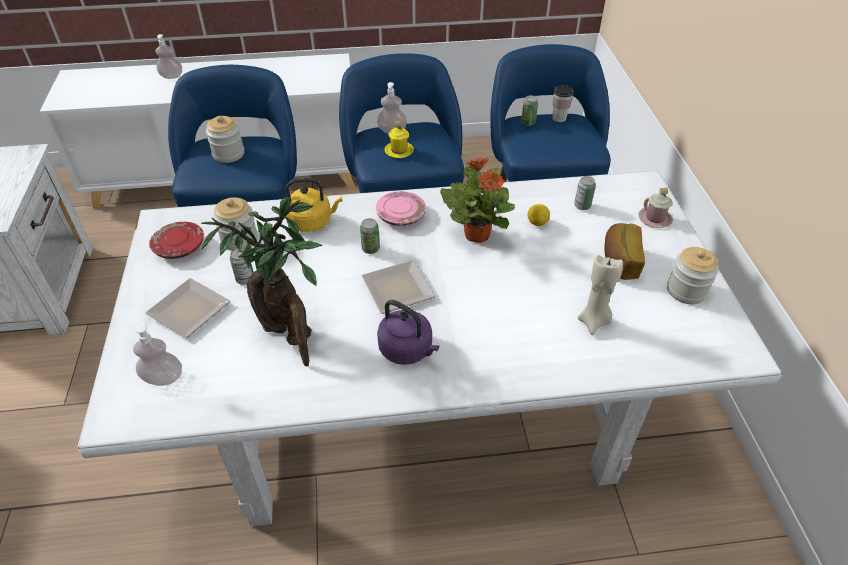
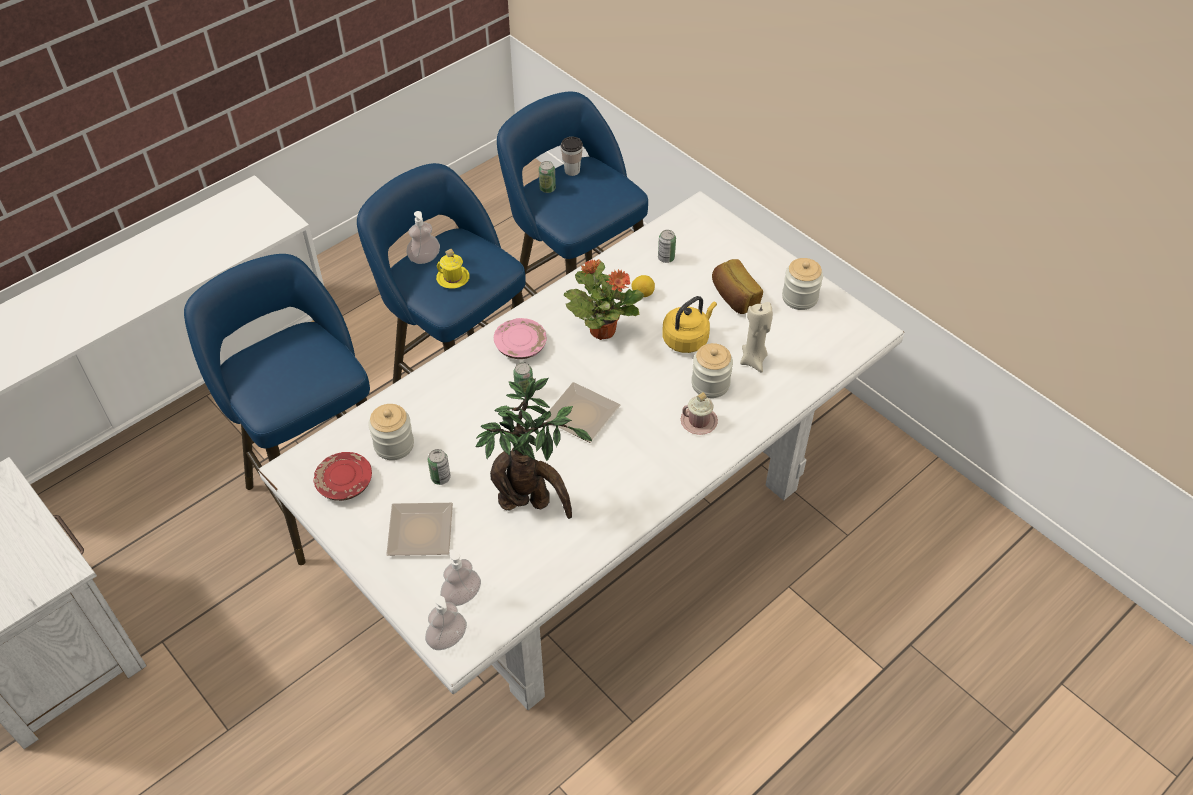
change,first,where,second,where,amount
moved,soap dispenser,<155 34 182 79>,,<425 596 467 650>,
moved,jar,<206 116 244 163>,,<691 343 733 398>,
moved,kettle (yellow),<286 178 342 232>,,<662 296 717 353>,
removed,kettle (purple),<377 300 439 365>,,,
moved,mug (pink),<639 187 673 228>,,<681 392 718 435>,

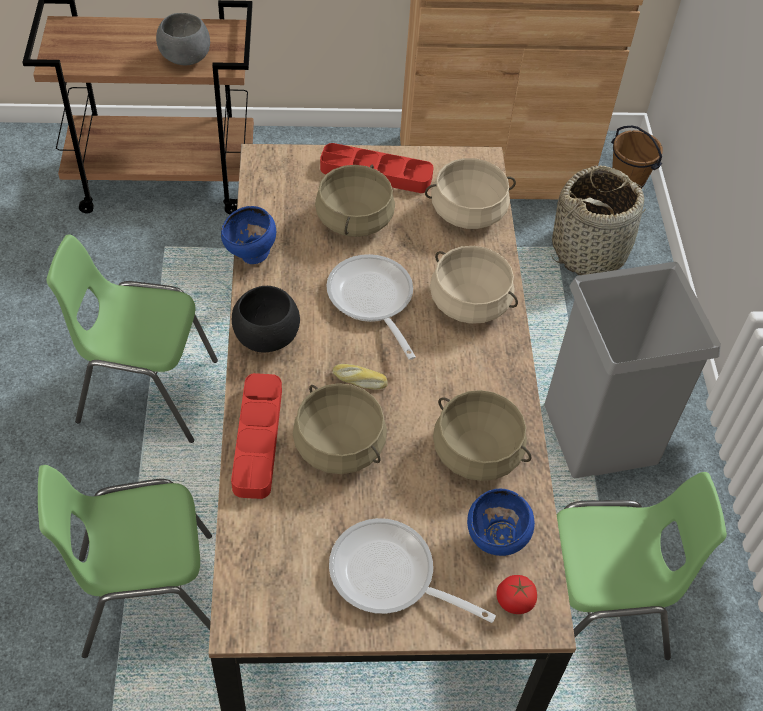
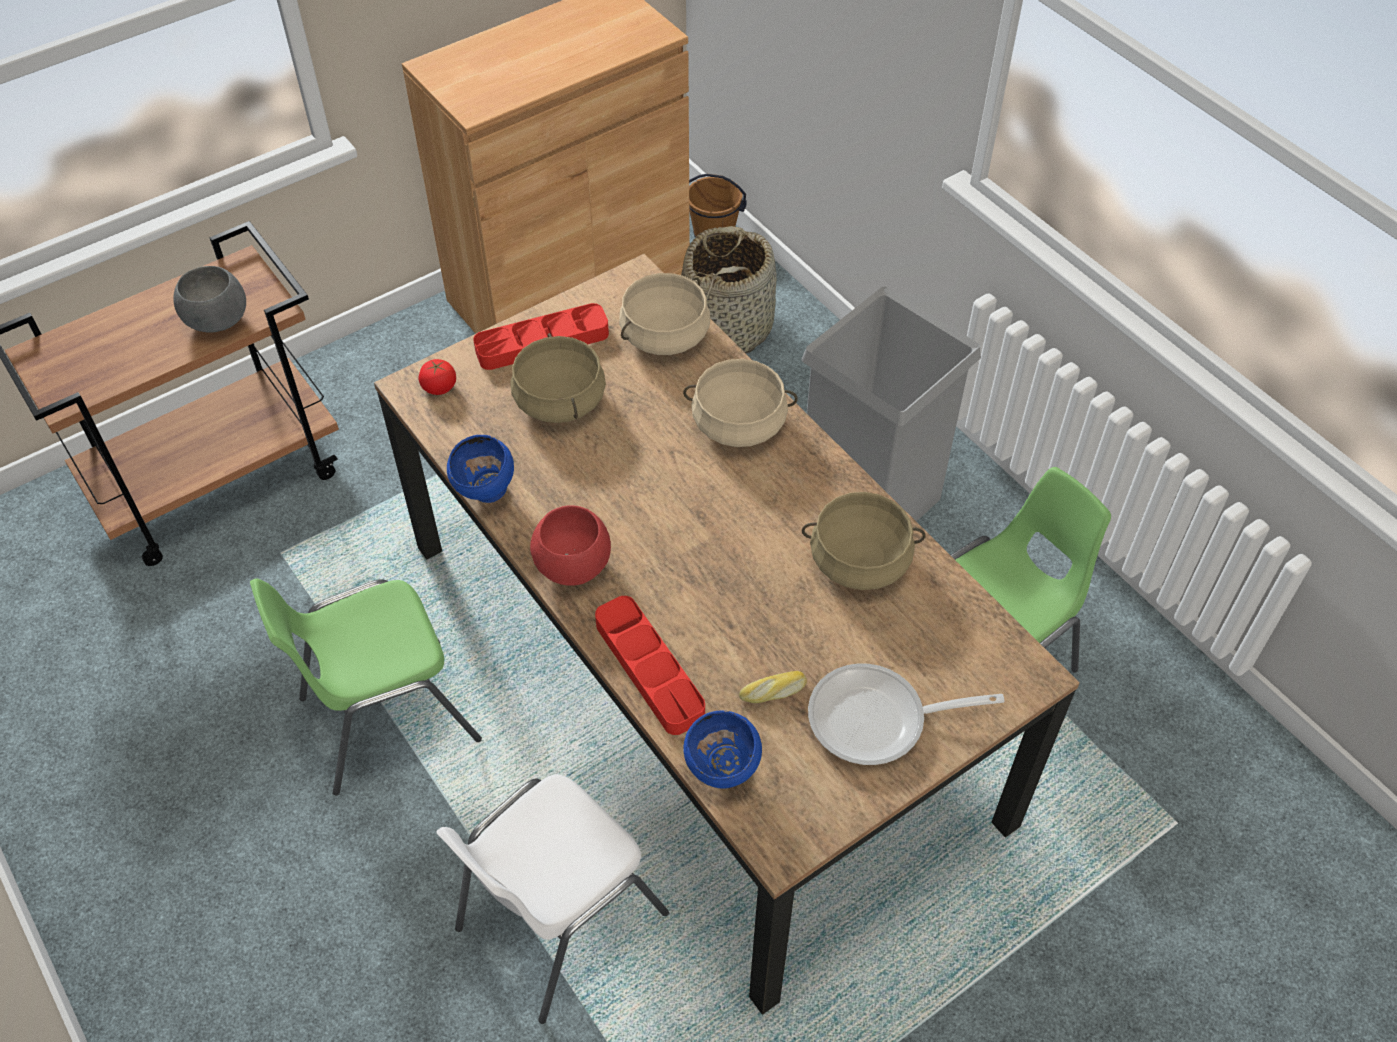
change,first,where,second,where,amount
recoloured,chair (green),<38 465 212 658>,chair (white),<436 774 669 1024>,
recoloured,bowl (black),<232 286 300 352>,bowl (red),<530 505 611 586>,
removed,cooking pot (beige),<293 383 387 474>,,,
removed,frying pan,<326 254 416 360>,,,
moved,bread,<333 364 388 390>,,<739 671 807 703>,
moved,bowl (blue),<467 489 535 556>,,<683 710 762 788>,
moved,tomato,<496 575 537 614>,,<419 359 456 395>,

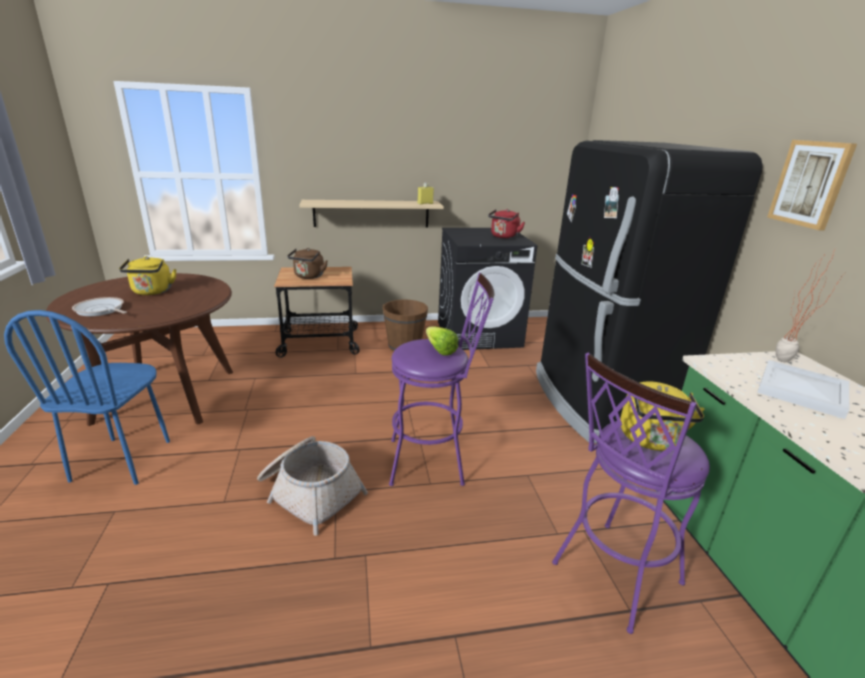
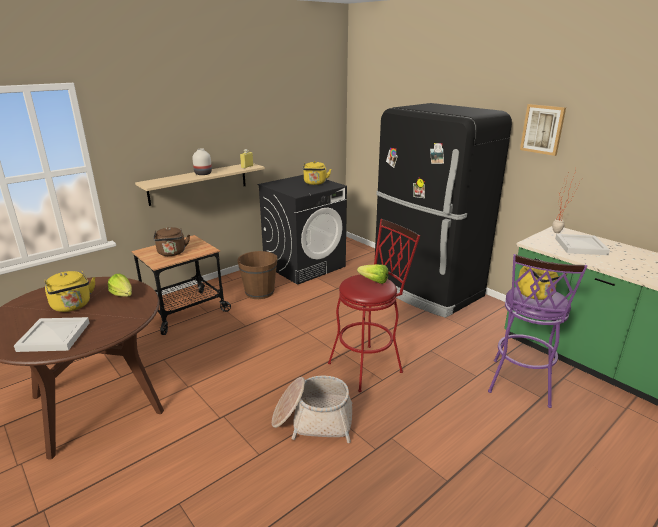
change,first,where,second,where,amount
removed,chair (blue),<4 310 170 485>,,,
replaced,frying pan,<72 297 127 316>,tray (white),<14 317 89 352>,
recoloured,stool (purple),<389 273 494 486>,stool (red),<328 219 420 392>,
recoloured,kettle (red),<488 209 525 239>,kettle (yellow),<303 161 331 185>,
added,,,lettuce,<108 274 132 297>,
added,,,vase (white),<192 148 212 175>,

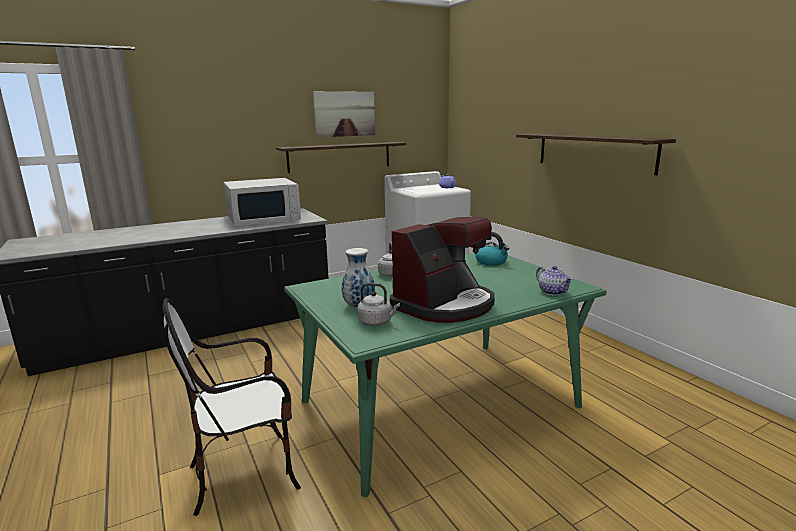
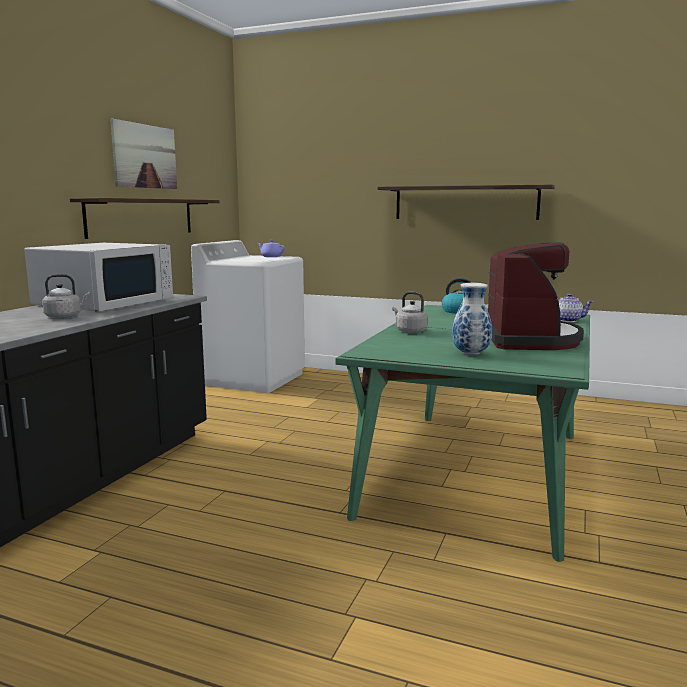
change,first,where,second,where,amount
removed,chair,<163 298 301 516>,,,
moved,kettle (grey),<357 283 400 326>,,<42 274 91 318>,

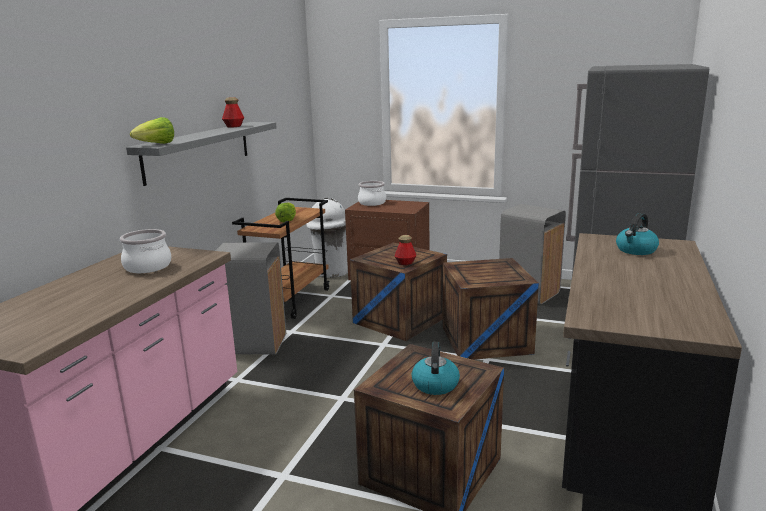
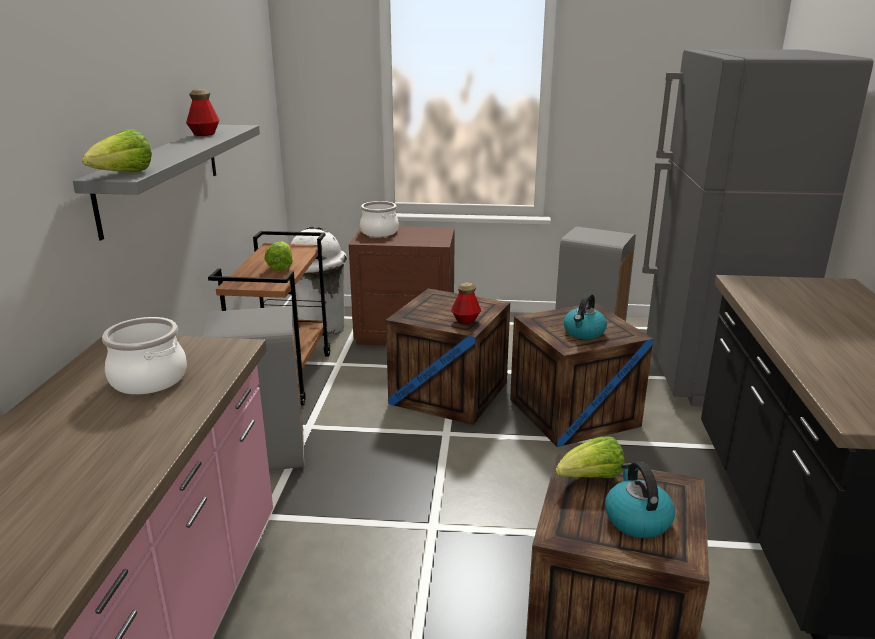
change,first,where,second,where,amount
moved,kettle,<616 213 659 255>,,<564 293 607 339>,
added,,,lettuce,<555 436 625 478>,

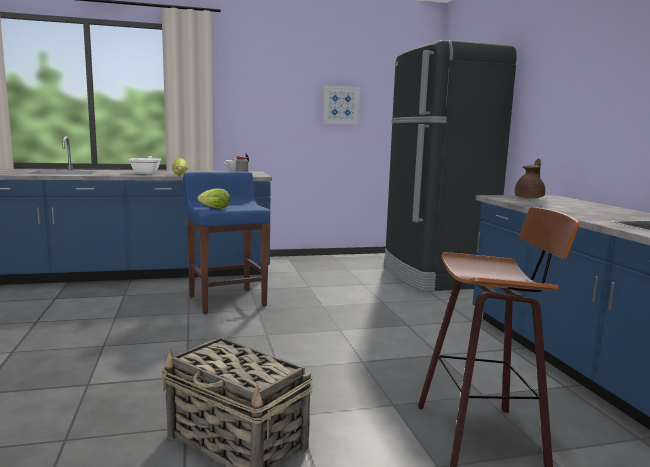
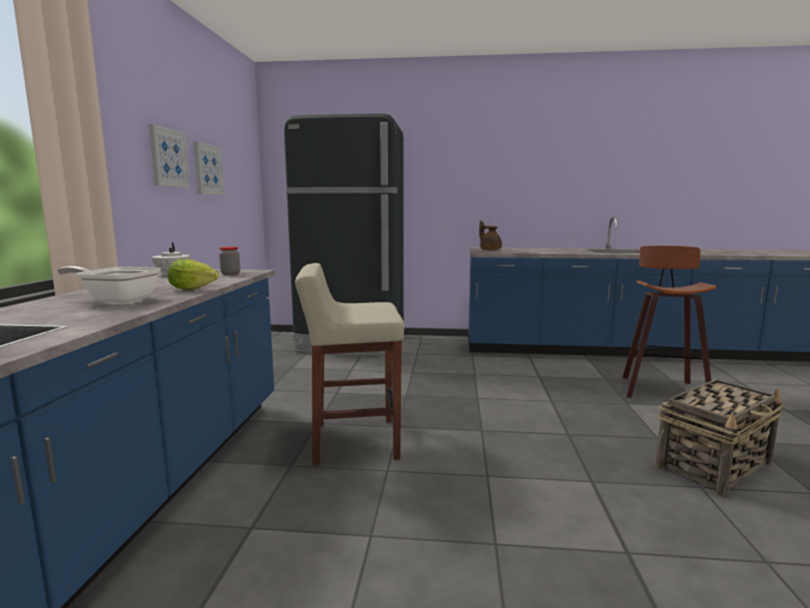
change,first,where,second,where,amount
recoloured,stool (blue),<183 172 270 314>,stool (beige),<295 263 404 465>,
removed,lettuce,<198 188 230 209>,,,
added,,,picture,<149 124 190 188>,

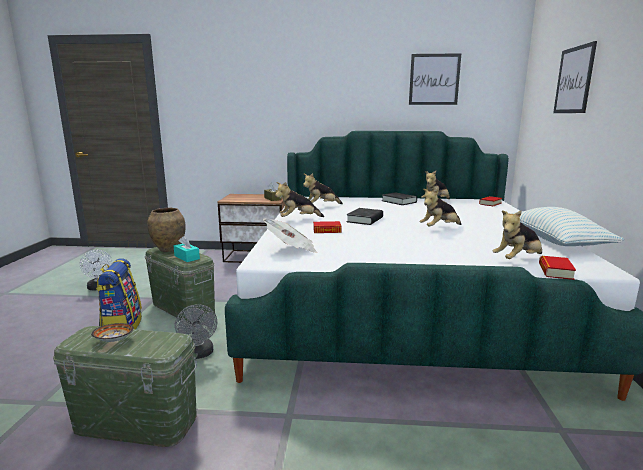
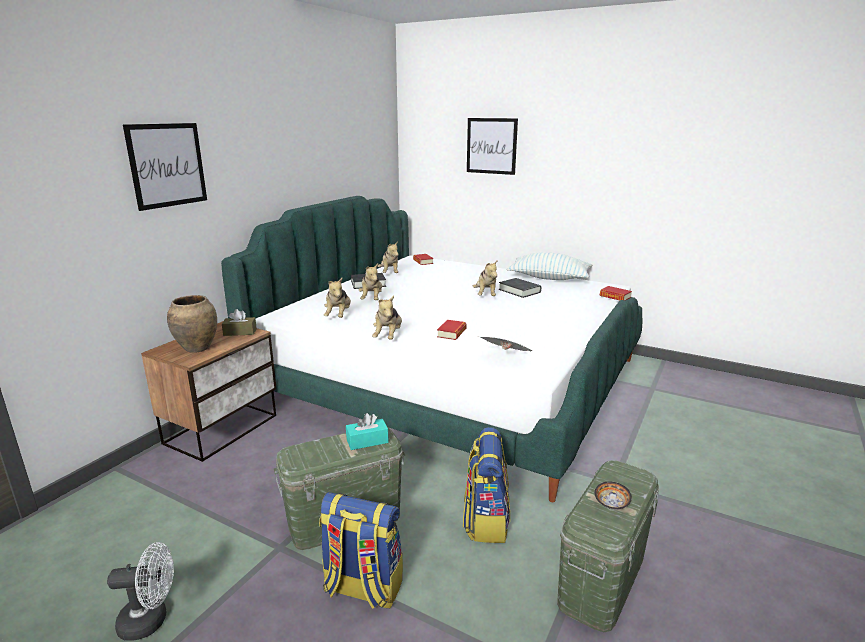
change,first,where,second,where,amount
moved,vase (brown),<147 208 186 252>,,<167 295 217 353>,
replaced,fan (grey),<175 304 217 359>,backpack,<463 427 510 543>,
moved,book (black),<347 208 383 225>,,<499 278 541 298>,
moved,picture,<409 53 462 105>,,<123 123 207 211>,
moved,plush toy,<493 210 542 259>,,<359 264 382 300>,

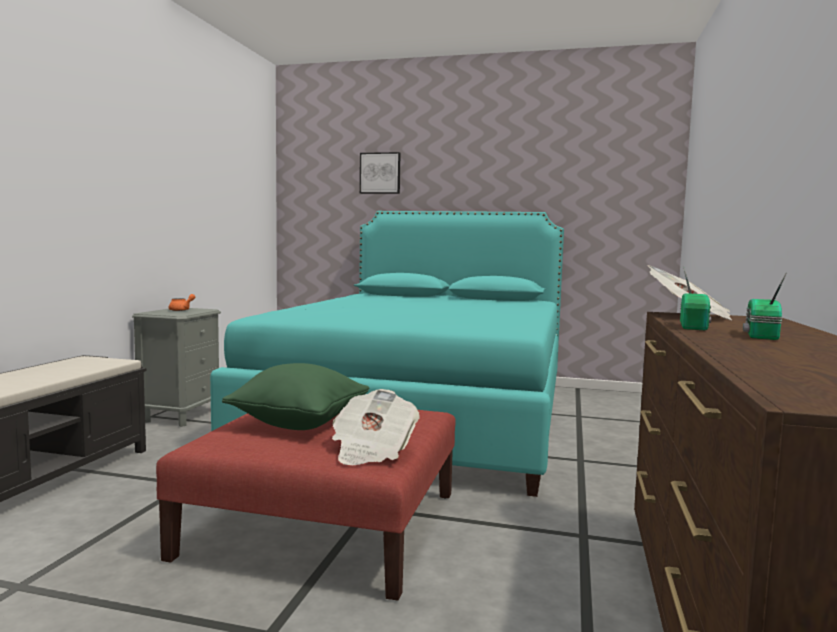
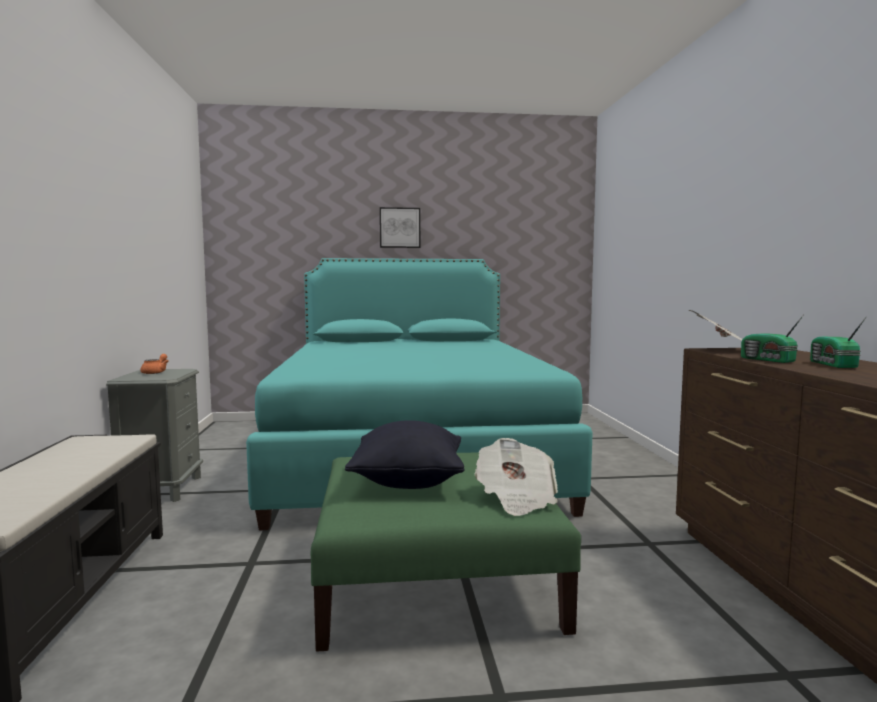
change,first,where,second,where,amount
recoloured,ottoman (red),<156 410 455 601>,ottoman (green),<311 453 581 651>,
recoloured,pillow (green),<222 363 369 430>,pillow (black),<345 420 465 489>,
moved,picture,<360 152 401 194>,,<380 207 420 248>,
turned,radio,<680 269 711 330>,,<741 316 803 363>,150 degrees clockwise

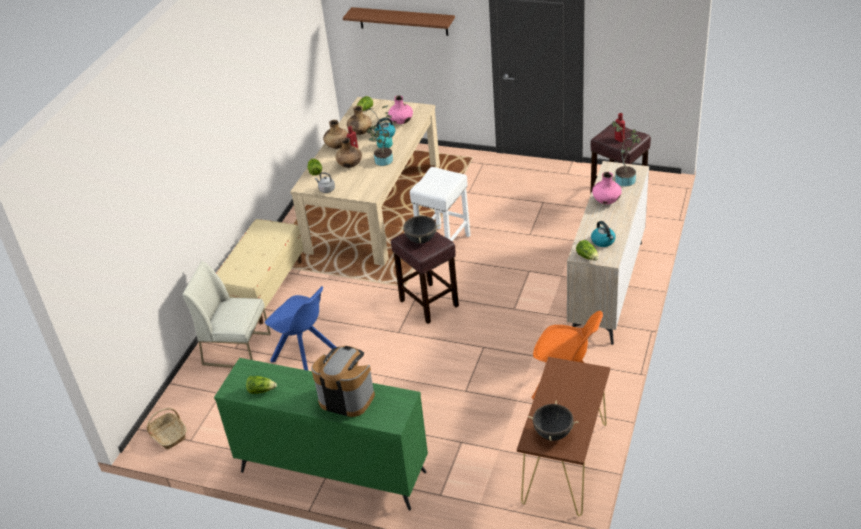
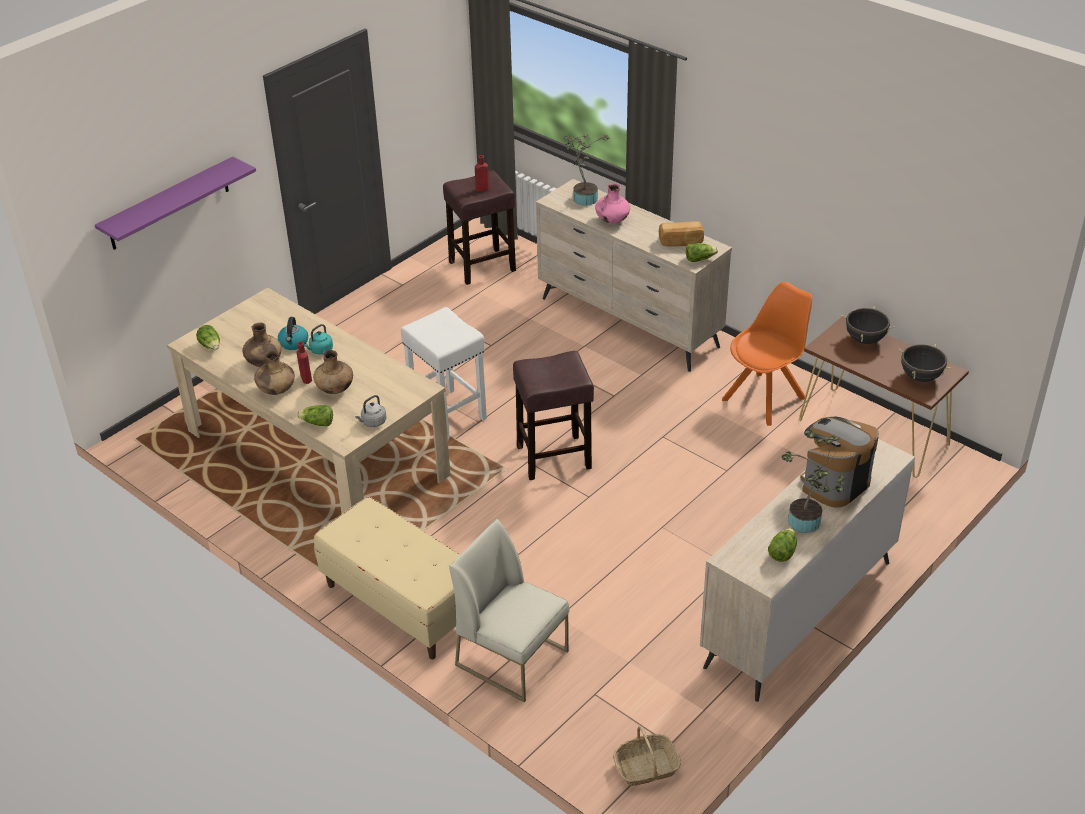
change,first,where,second,where,amount
turned,chair (white),<182 261 271 368>,,<449 519 569 702>,90 degrees clockwise
recoloured,dresser (green),<214 358 428 510>,dresser (beige),<700 439 915 702>,
removed,chair (blue),<265 286 336 371>,,,
recoloured,shelf (brown),<343 7 455 36>,shelf (purple),<95 157 256 250>,
moved,potted plant,<366 105 393 166>,,<782 429 845 533>,
removed,vase (pink),<388 95 413 124>,,,
moved,cooking pot (black),<399 214 440 244>,,<841 307 895 344>,
replaced,kettle,<591 221 616 247>,bread,<659 221 704 247>,

